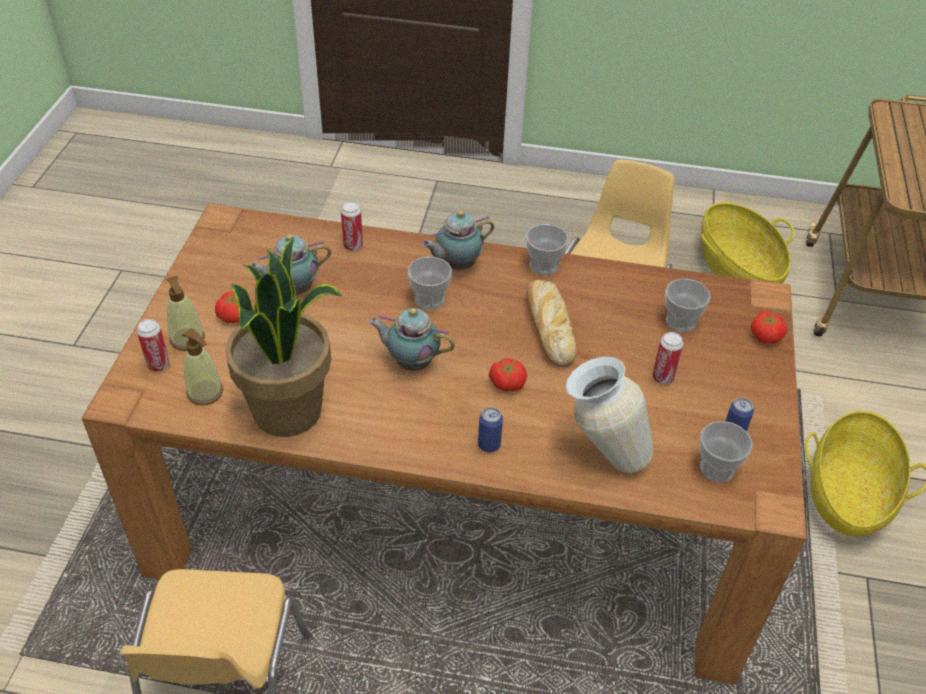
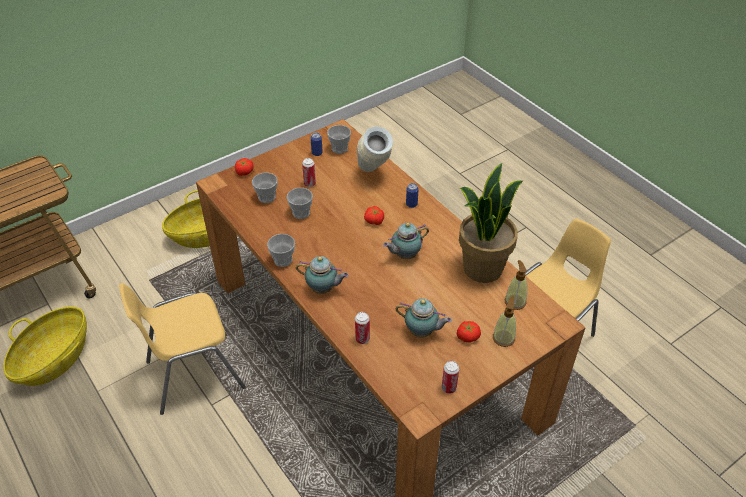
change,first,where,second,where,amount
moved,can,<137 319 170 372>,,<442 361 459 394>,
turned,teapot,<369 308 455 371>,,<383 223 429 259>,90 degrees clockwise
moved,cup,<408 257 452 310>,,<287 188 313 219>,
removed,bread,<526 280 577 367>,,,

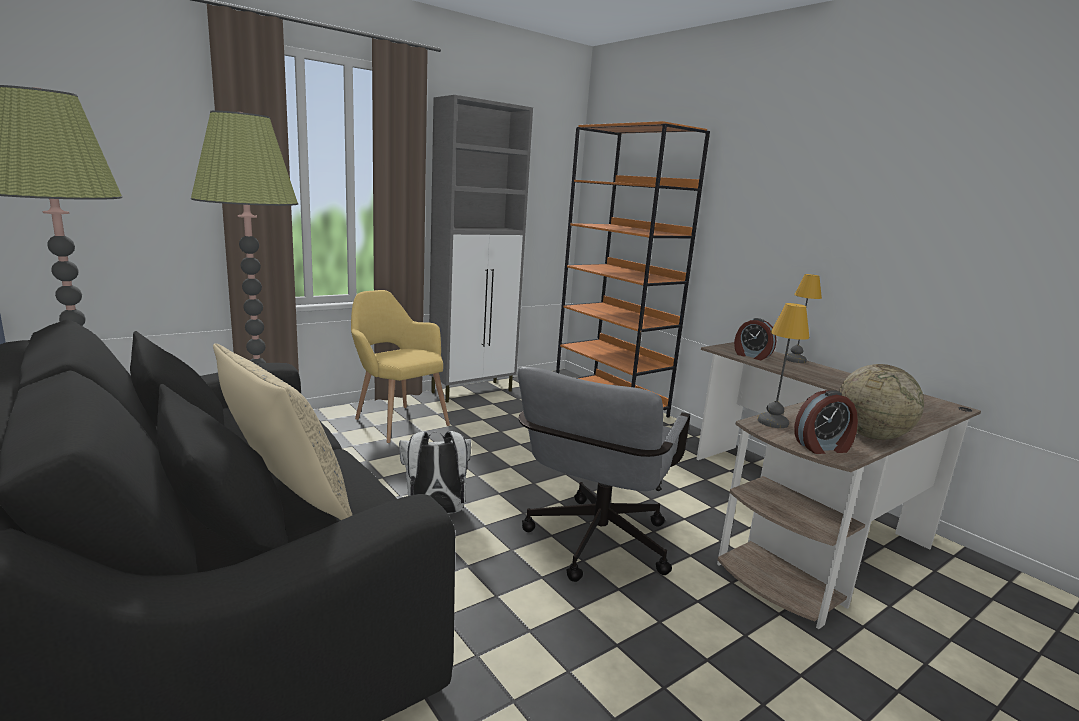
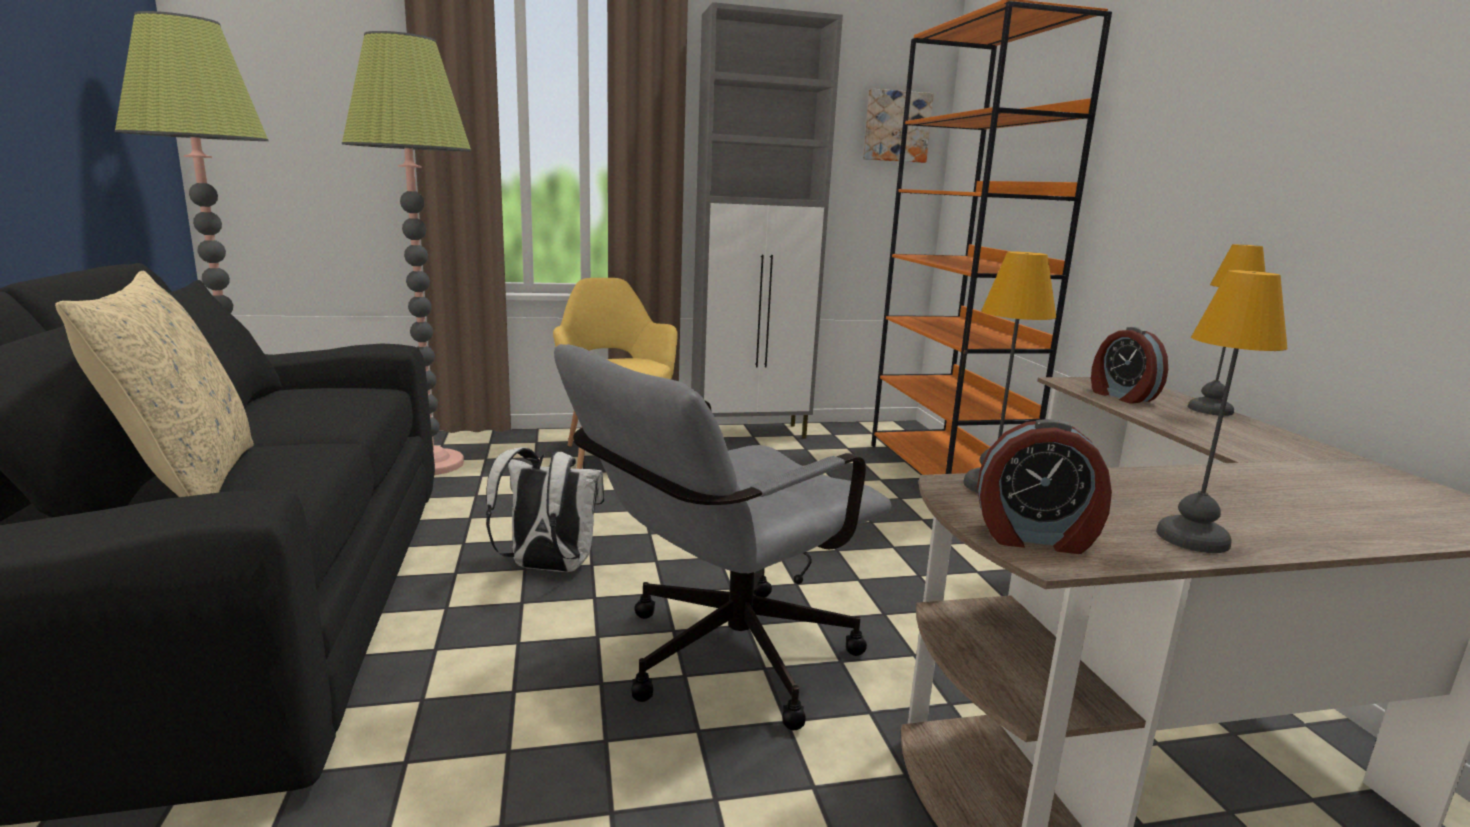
change,first,where,second,where,amount
replaced,globe,<839 364 924 440>,table lamp,<1156 270 1287 553>,
added,,,picture,<863 89 934 163>,

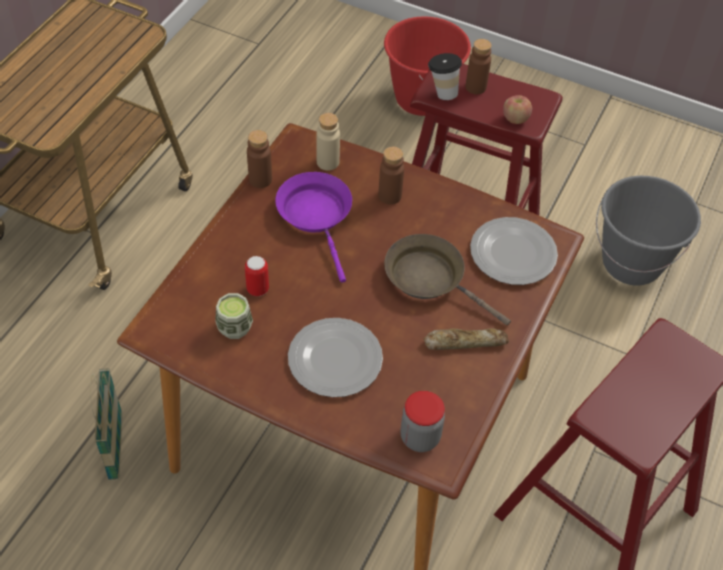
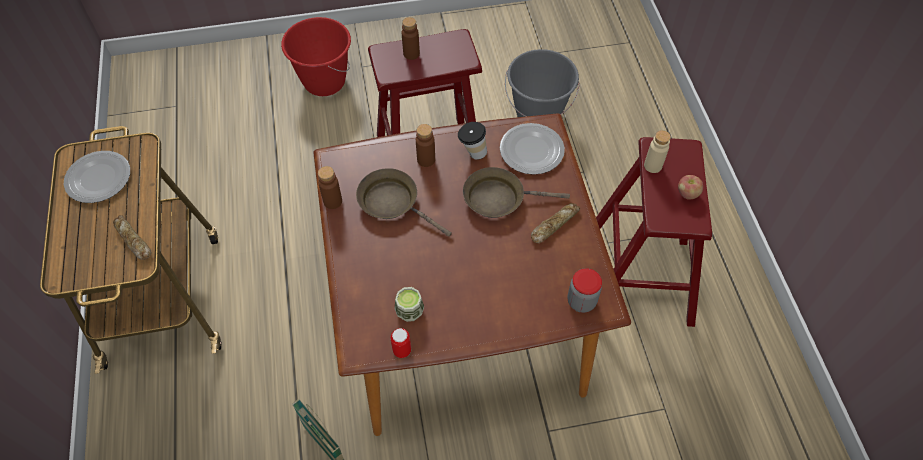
change,first,where,second,where,amount
moved,can,<245 256 269 296>,,<391 328 411 358>,
recoloured,frying pan (purple),<275 172 352 283>,frying pan (brown),<356 168 452 236>,
moved,plate,<288 318 383 397>,,<64 151 130 203>,
moved,bottle (beige),<316 113 340 171>,,<644 130 671 173>,
moved,cup,<428 53 462 100>,,<458 122 487 160>,
moved,apple,<503 95 532 124>,,<678 175 703 200>,
added,,,bread,<113 215 152 260>,

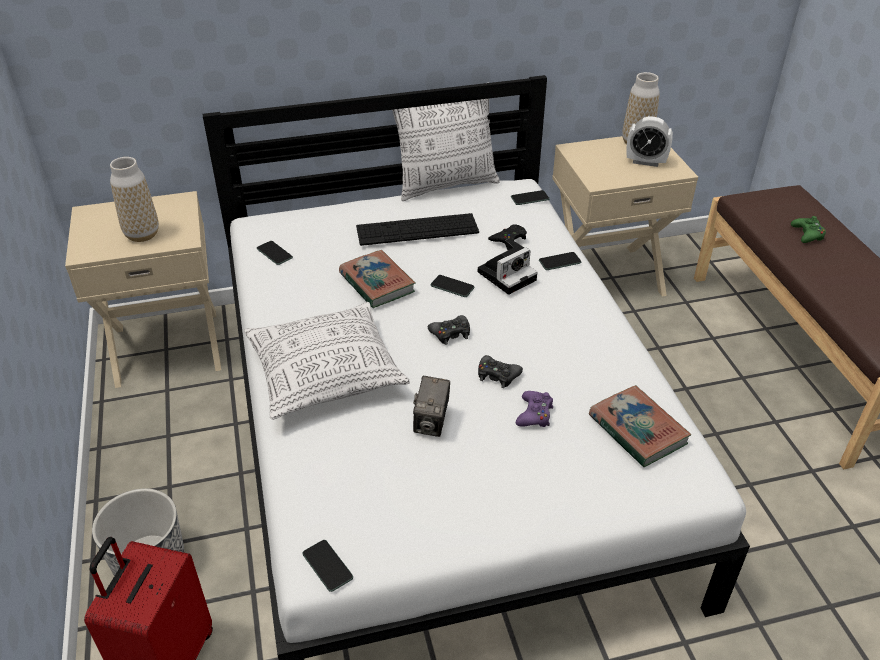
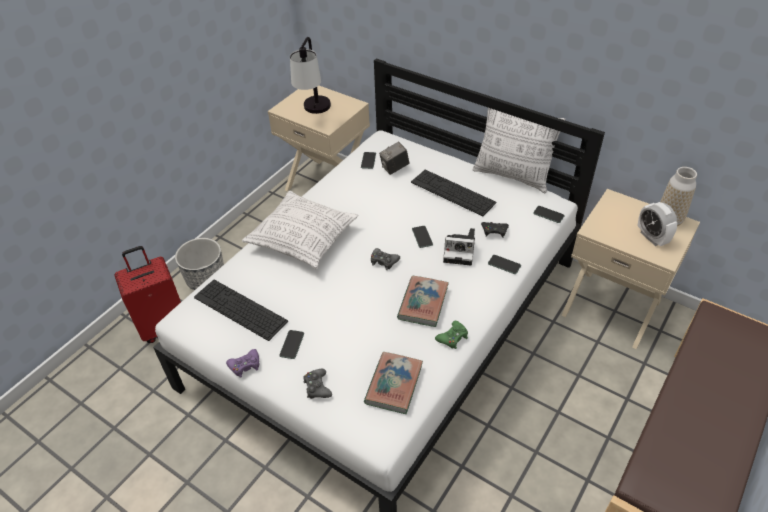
change,first,where,second,where,amount
replaced,vase,<110 157 159 242>,table lamp,<290 37 331 114>,
moved,phone,<302 540 353 592>,,<279 330 304 359>,
moved,book,<339 250 415 308>,,<397 276 449 327>,
moved,photo camera,<413 376 450 437>,,<379 142 409 175>,
moved,game controller (black),<478 355 523 388>,,<304 369 332 399>,
moved,game controller (purple),<516 391 553 427>,,<226 349 259 378>,
moved,game controller (green),<791 216 826 243>,,<435 320 468 349>,
added,,,keyboard,<194 280 288 341>,

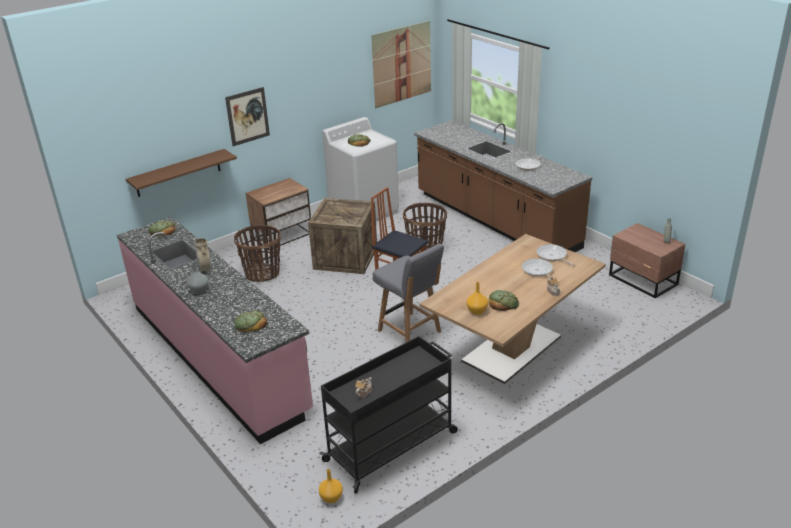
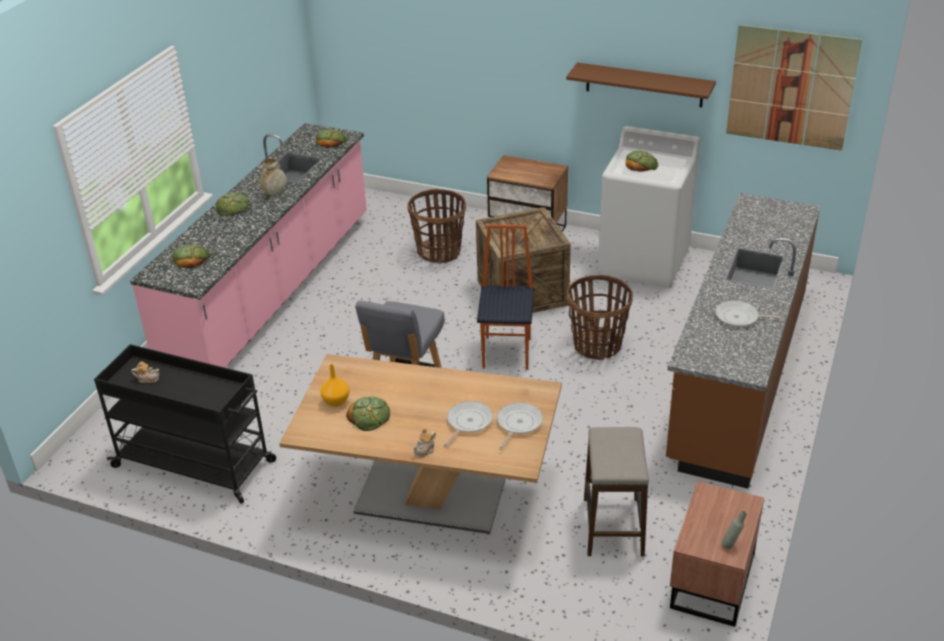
change,first,where,second,where,amount
moved,shelf (brown),<126 149 237 197>,,<566 62 716 107>,
replaced,vase (grey),<187 261 209 294>,bread,<216 193 250 216>,
removed,picture,<225 87 270 146>,,,
removed,vase (orange),<319 469 343 503>,,,
added,,,stool,<584 427 649 556>,

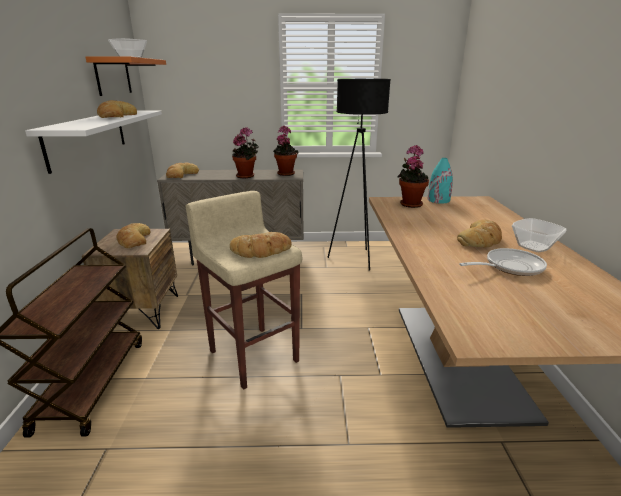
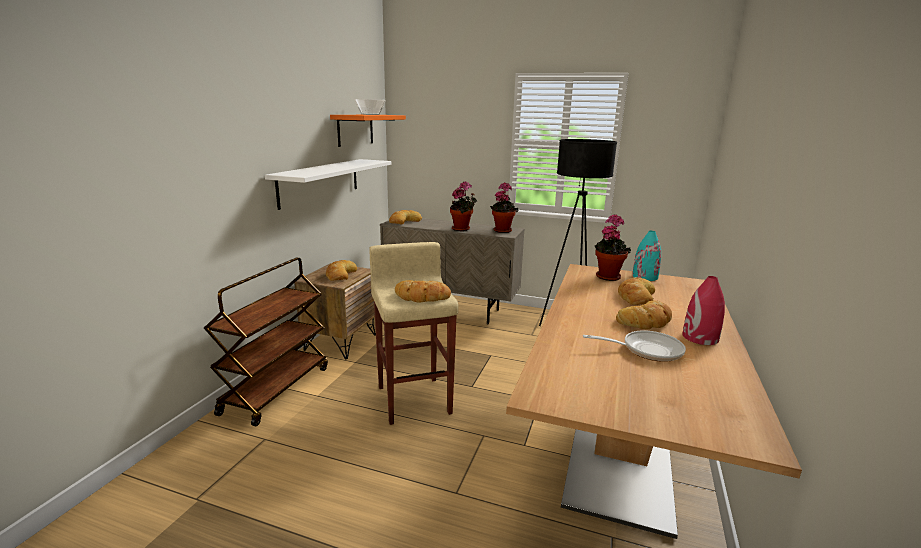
change,first,where,second,where,amount
moved,bread,<97 100 137 118>,,<618 277 655 305>,
replaced,bowl,<512 218 567 252>,vase (red),<683 276 725 345>,

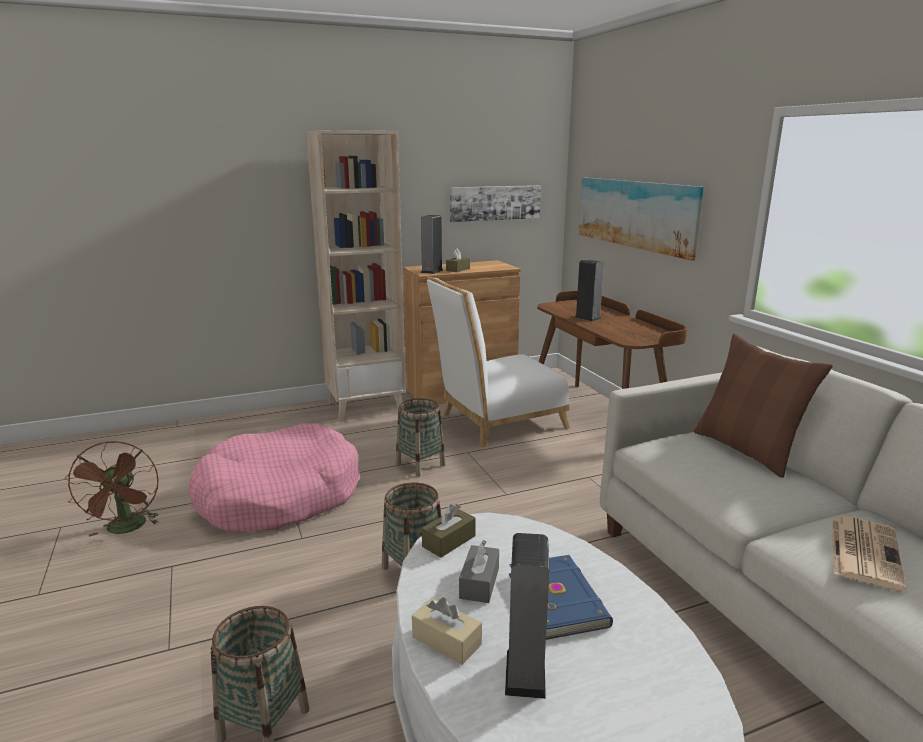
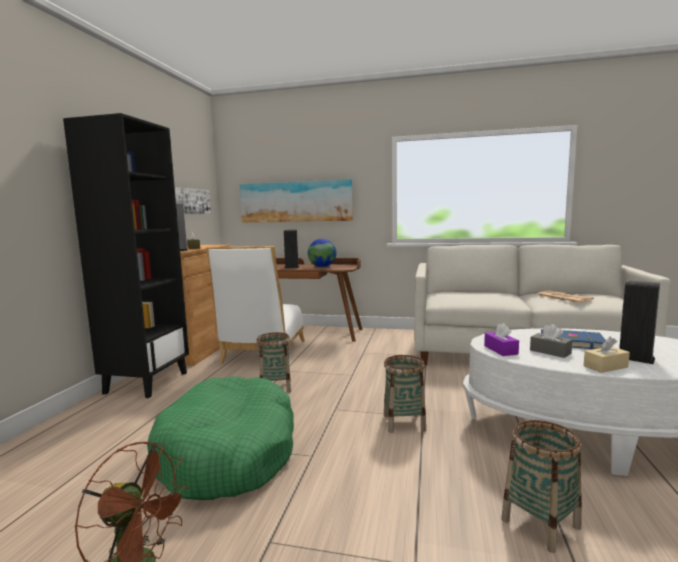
change,first,where,second,where,amount
recoloured,dog bed (pink),<189 423 360 533>,dog bed (green),<147 376 294 500>,
recoloured,bookcase (beige),<306 130 406 422>,bookcase (black),<63 113 189 398>,
recoloured,tissue box (brown),<422 504 476 558>,tissue box (purple),<484 323 519 356>,
removed,pillow (brown),<694 334 833 478>,,,
added,,,globe,<308 239 336 267>,

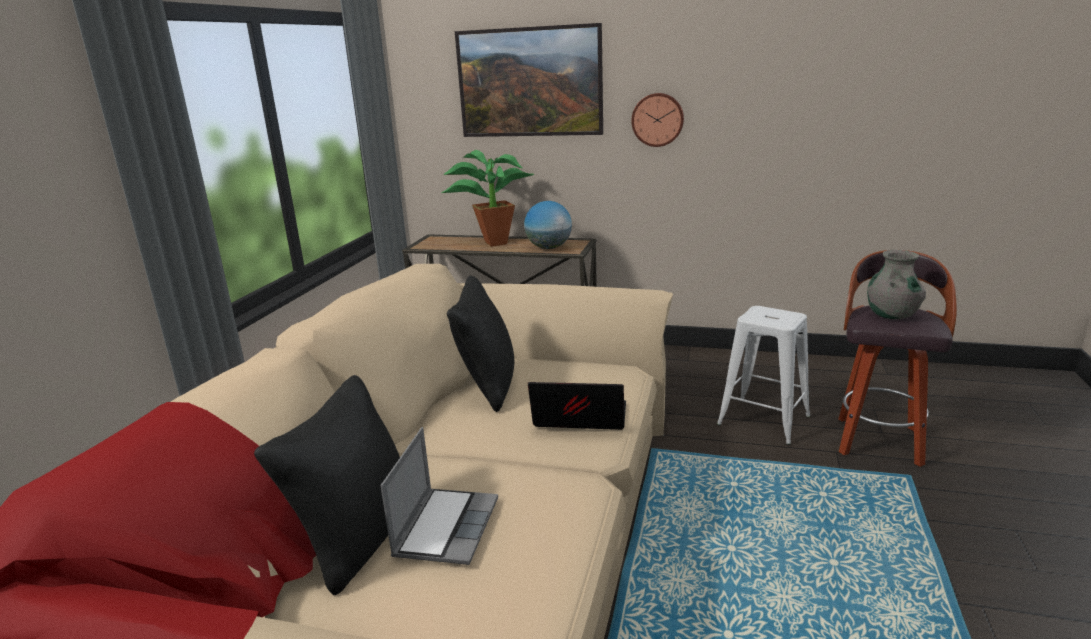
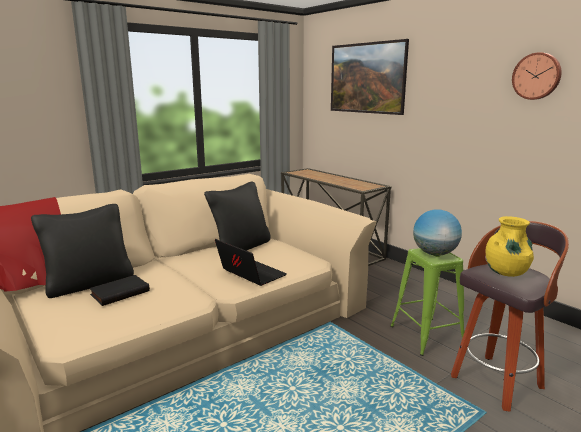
change,first,where,second,where,amount
replaced,laptop,<380 427 498 565>,book (black),<89 275 150 306>,
removed,potted plant,<441 150 534 247>,,,
moved,globe,<524 201 572 249>,,<413 209 462 256>,
moved,wall clock,<631 93 684 147>,,<512 52 562 100>,
recoloured,stool (white),<717 306 811 445>,stool (green),<390 248 465 356>,
recoloured,vase (grey),<867 250 926 319>,vase (yellow),<486 216 534 277>,

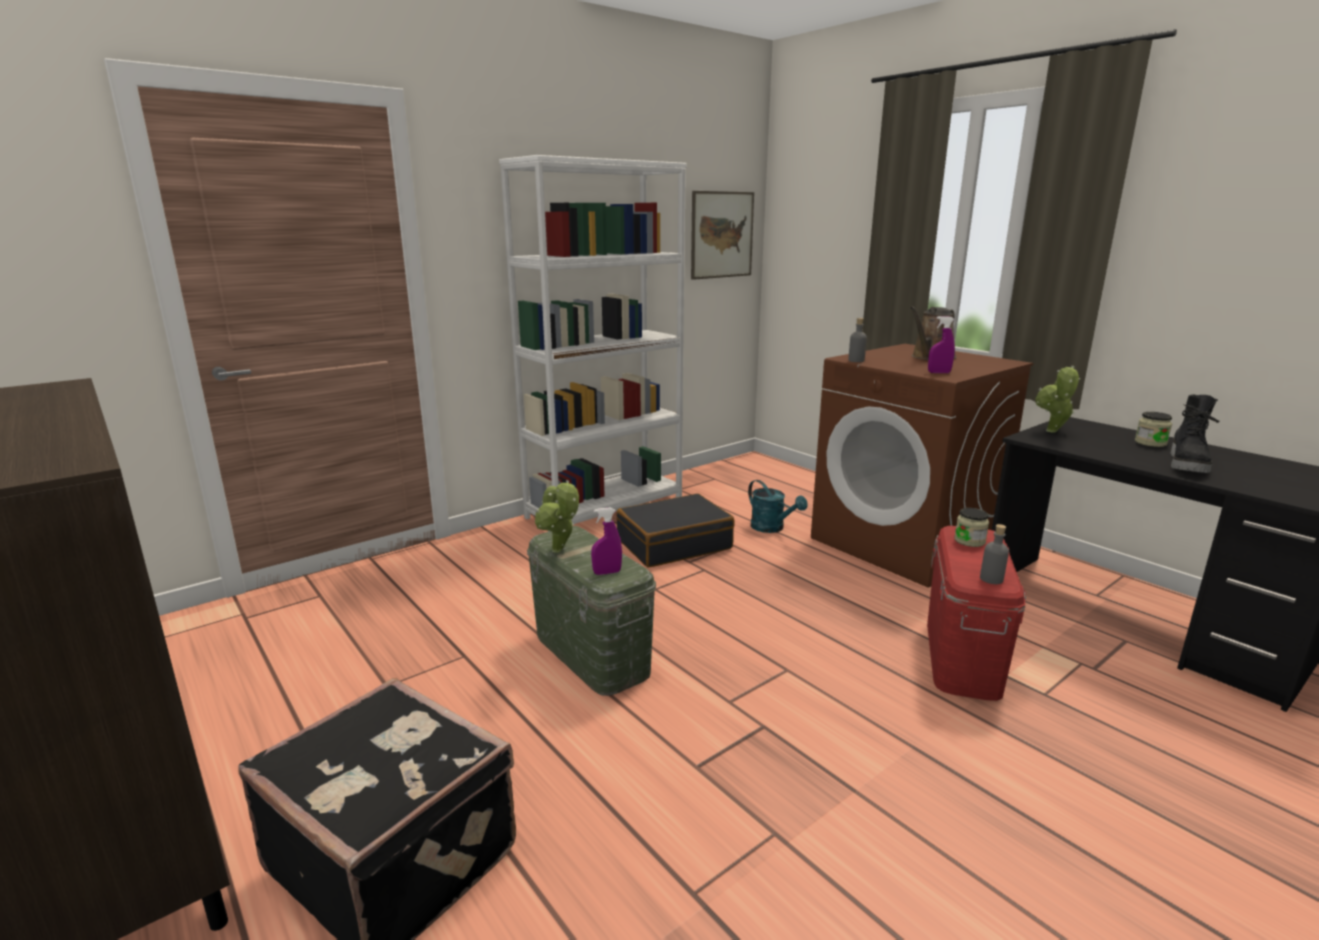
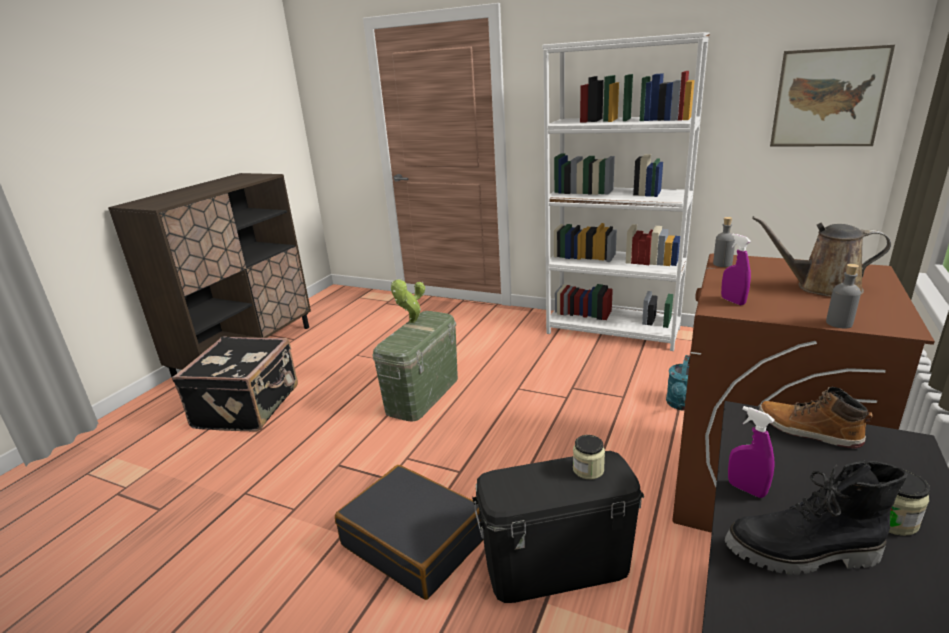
change,first,where,second,where,amount
moved,spray bottle (purple),<591 508 622 575>,,<728 406 775 498>,
moved,suitcase (black),<617 493 734 568>,,<335 465 483 600>,
recoloured,storage box (red),<927 526 1026 701>,storage box (black),<472 451 644 603>,
moved,bottle (grey),<980 524 1009 584>,,<826 264 861 328>,
replaced,potted plant,<1035 366 1080 433>,boot,<759 387 873 449>,

